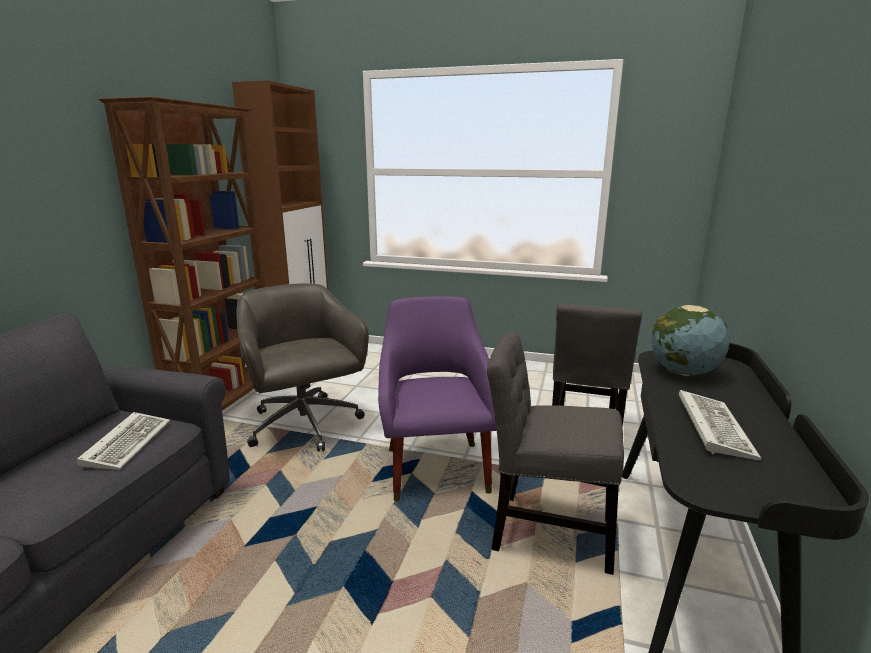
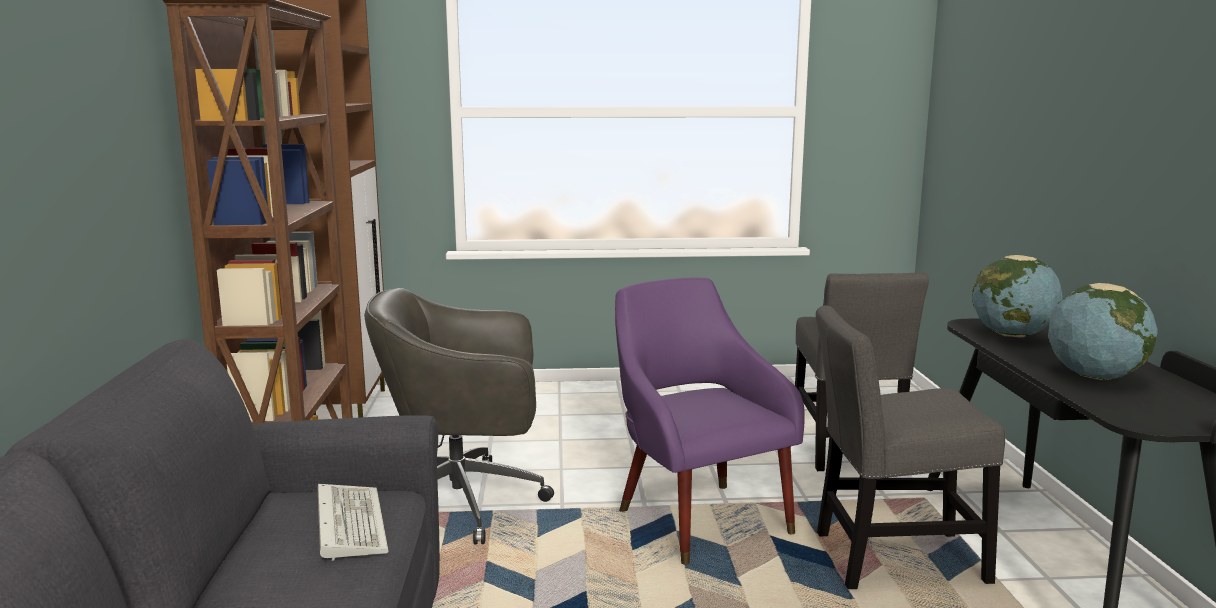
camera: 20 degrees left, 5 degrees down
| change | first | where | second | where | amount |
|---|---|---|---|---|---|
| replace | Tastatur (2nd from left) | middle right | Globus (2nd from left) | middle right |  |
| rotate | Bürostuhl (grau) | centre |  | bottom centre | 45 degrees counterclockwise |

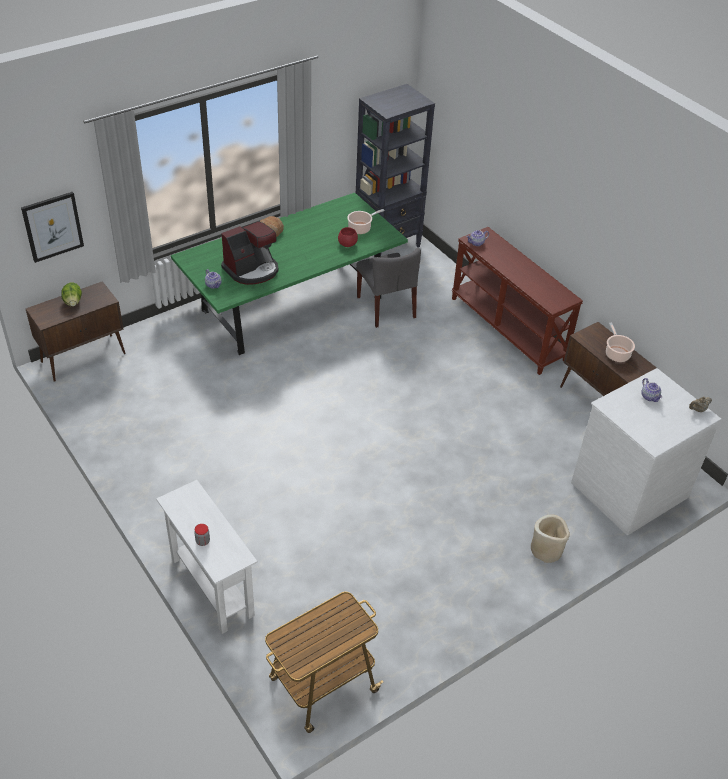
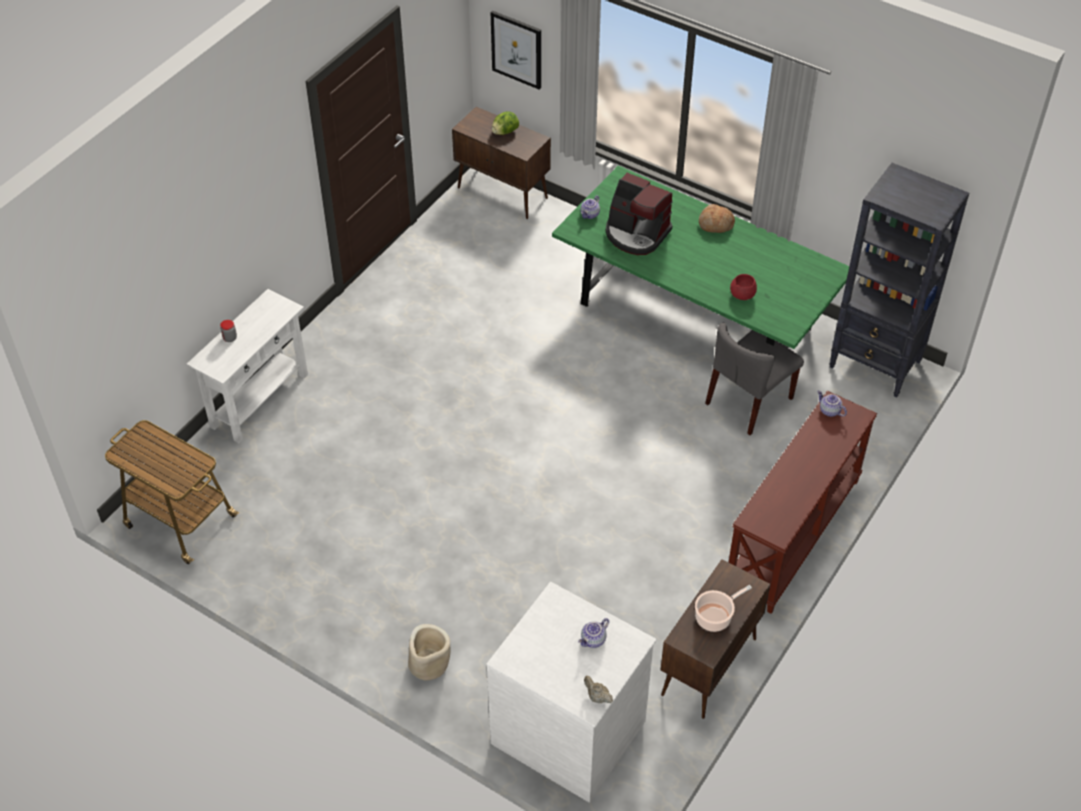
camera: 70 degrees right, 5 degrees up
| change | first | where | second | where | amount |
|---|---|---|---|---|---|
| delete | Kochtopf (1st from left) | top centre |  |  |  |

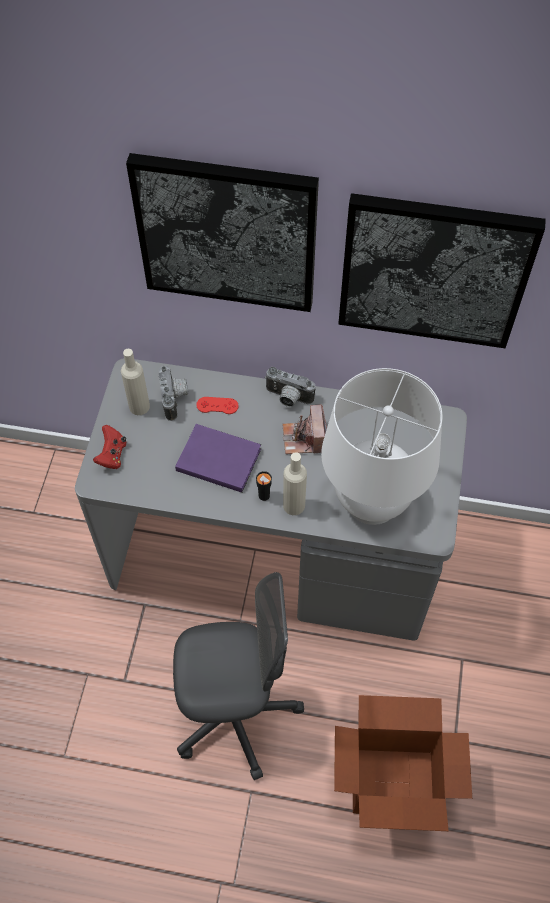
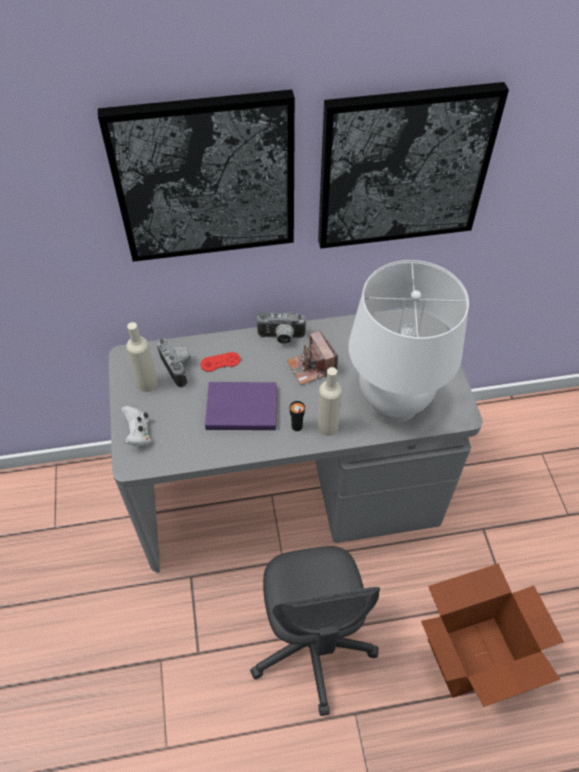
camera: 20 degrees left, 5 degrees down
| change | first | where | second | where | amount |
|---|---|---|---|---|---|
| recolor | Gamepad (rot) (1st from left) | middle left | Gamepad (weiß) | middle left |  |
| rotate | Bürostuhl (grau) | bottom centre |  | bottom centre | 105 degrees clockwise |

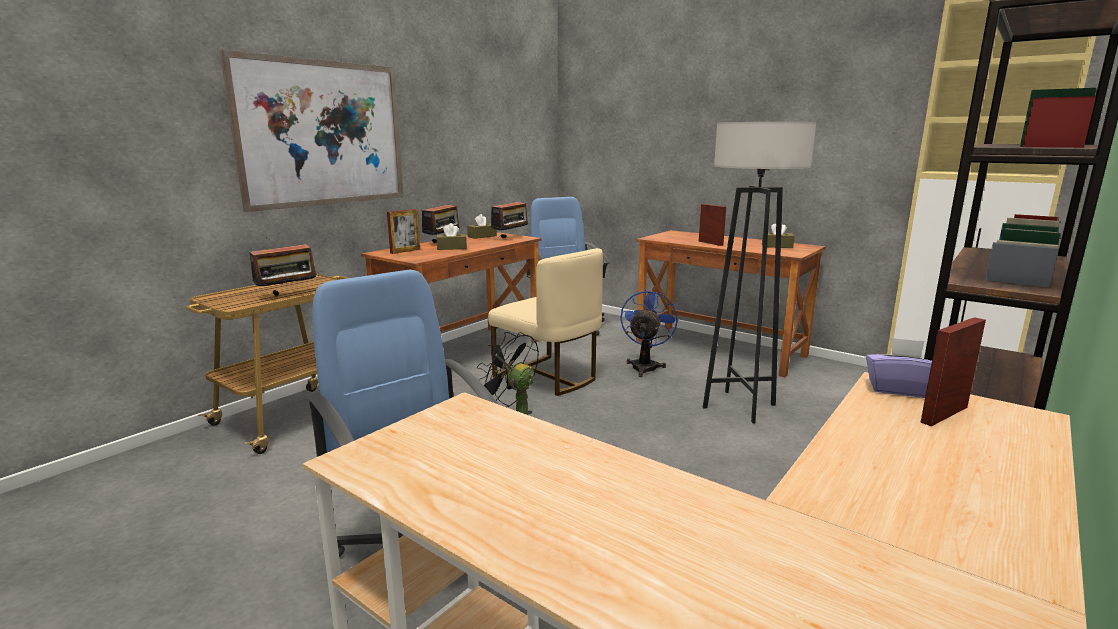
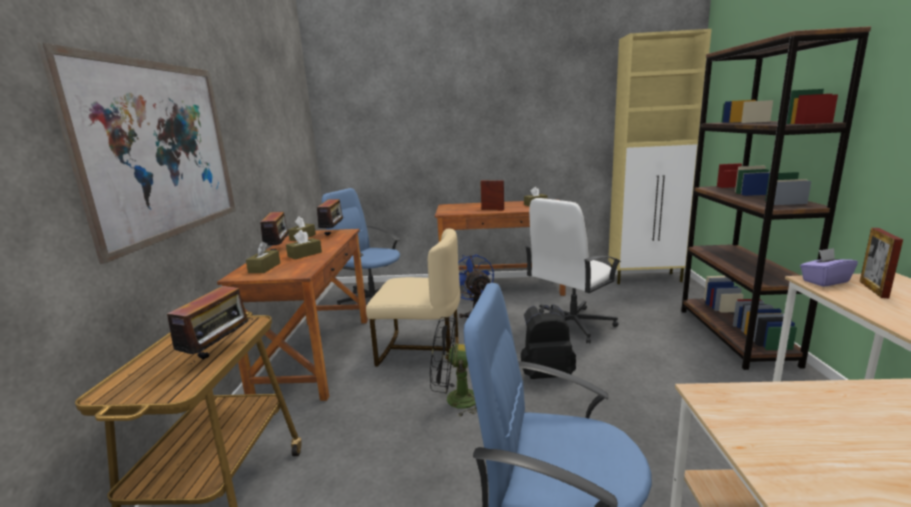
camera: 35 degrees left, 0 degrees up
| change | first | where | second | where | amount |
|---|---|---|---|---|---|
| insert |  |  | Rucksack (schwarz) | bottom centre |  |
| replace | Bilderrahmen (1st from left) | centre | Taschentuchbox (braun) (1st from left) | middle left |  |
| replace | Stehlampe (grau) | middle right | Bürostuhl (weiß) | centre |  |

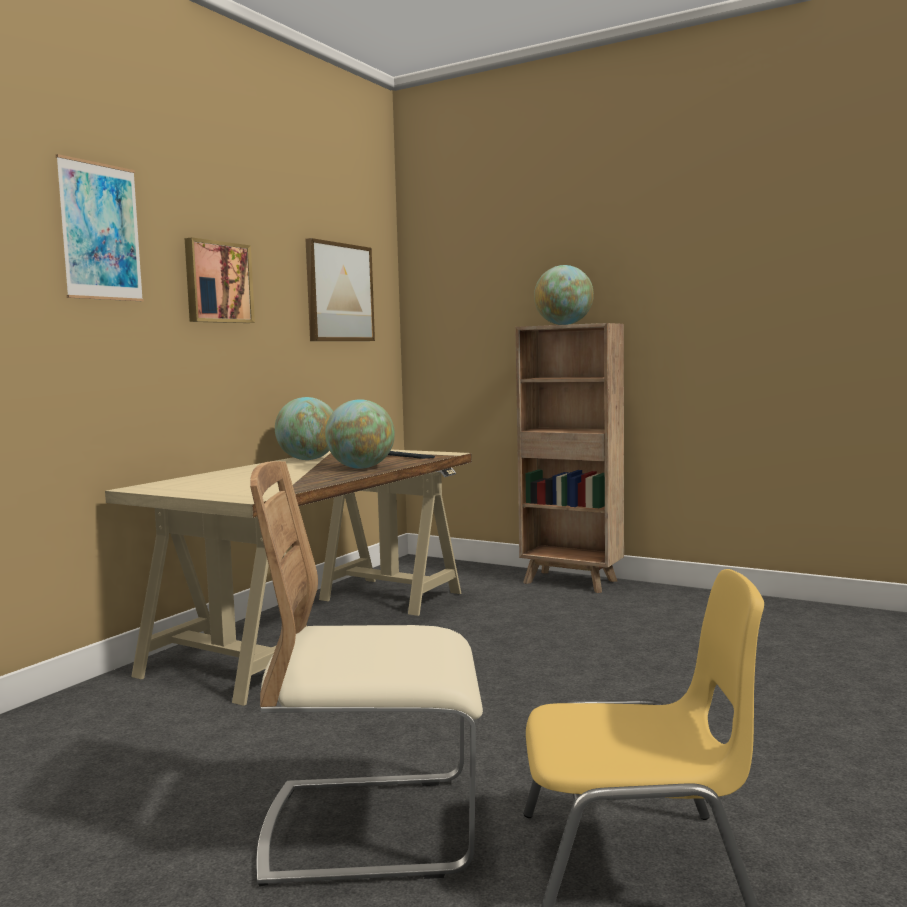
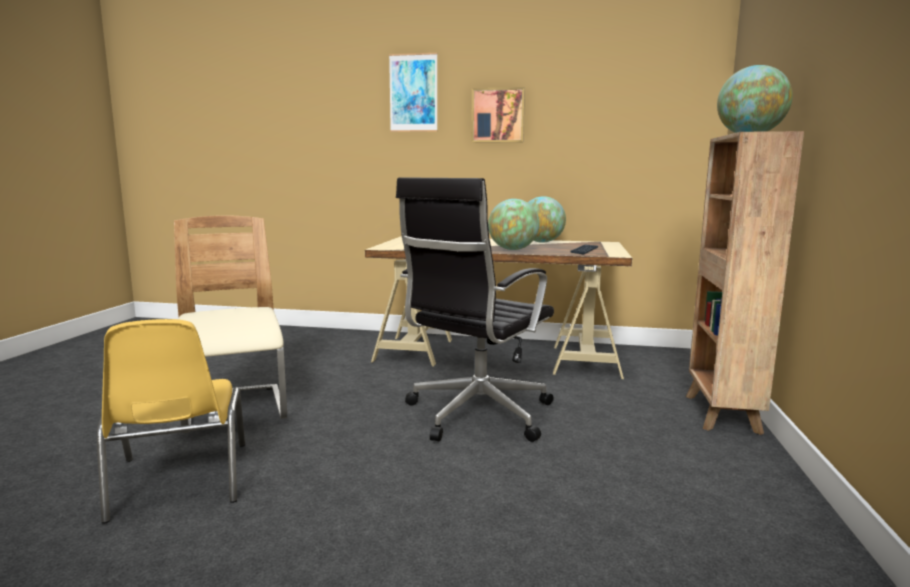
camera: 70 degrees right, 5 degrees up
| change | first | where | second | where | amount |
|---|---|---|---|---|---|
| delete | Bild (3rd from left) | top centre |  |  |  |
| insert |  |  | Bürostuhl (schwarz) | centre |  |

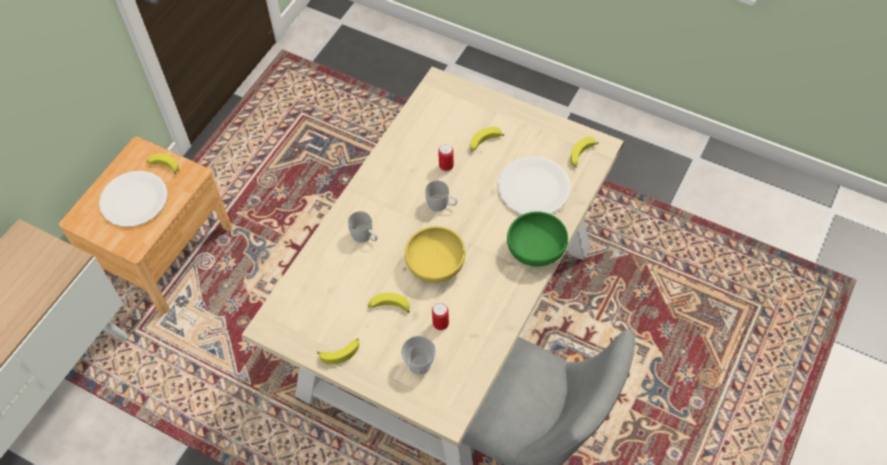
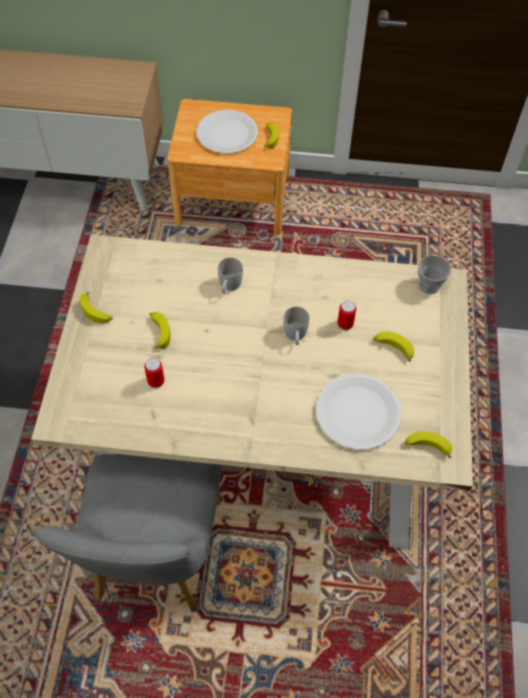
camera: 65 degrees right, 0 degrees up
| change | first | where | second | where | amount |
|---|---|---|---|---|---|
| delete | Schüssel (gelb) | centre |  |  |  |
| delete | Schüssel (grün) | centre |  |  |  |
| move | Tasse | bottom centre |  | middle right |  |

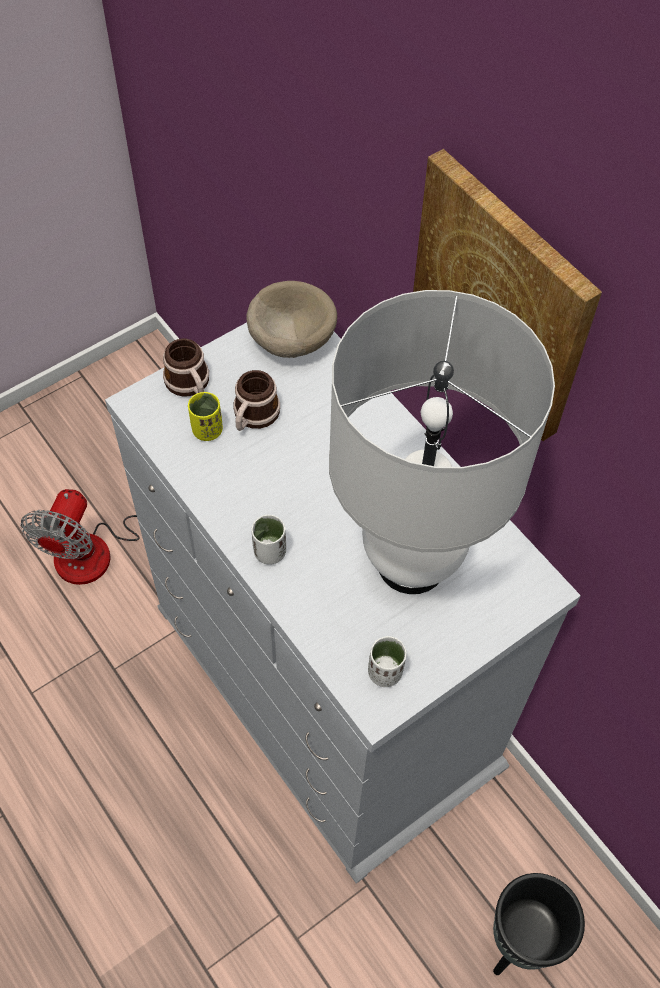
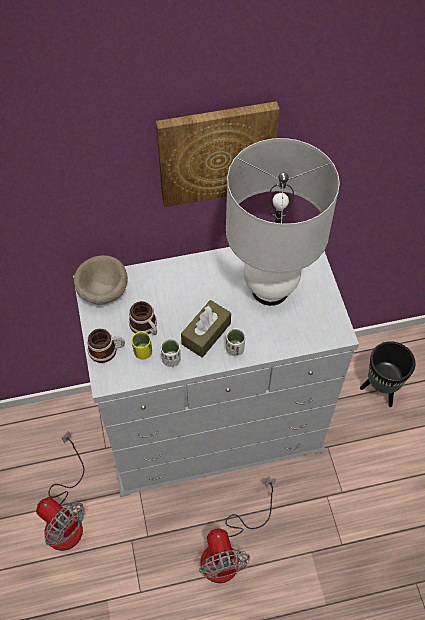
camera: 65 degrees left, 0 degrees up
| change | first | where | second | where | amount |
|---|---|---|---|---|---|
| insert |  |  | Taschentuchbox (braun) | centre |  |
| insert |  |  | Ventilator (2nd from left) | bottom centre |  |
| move | Tasse (weiß) (2nd from left in the first image) | bottom centre | Tasse (weiß) (1st from left) | centre |  |

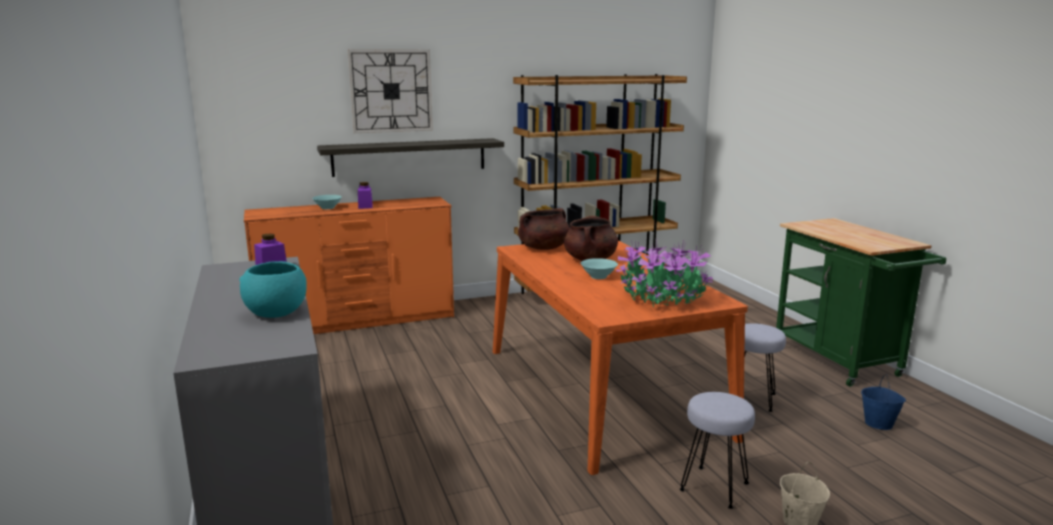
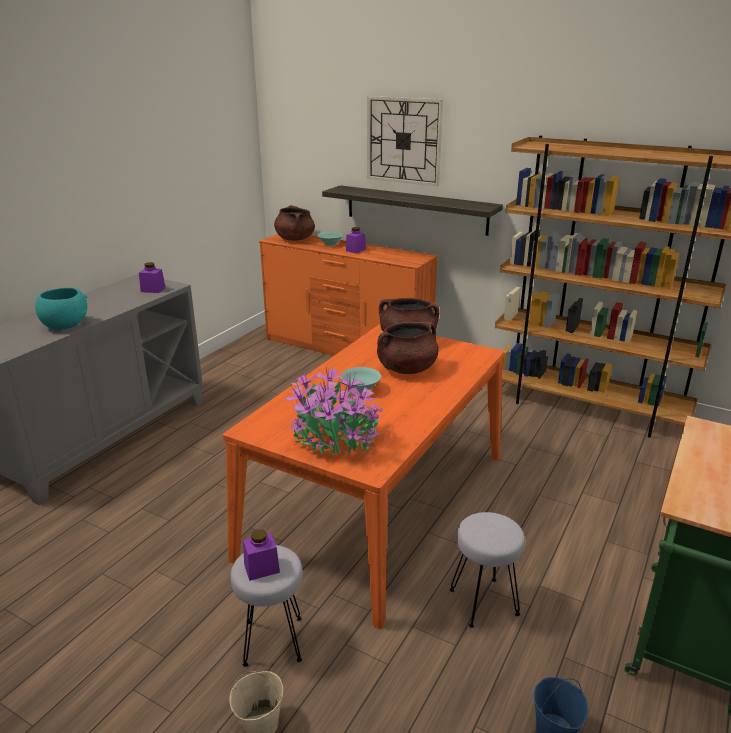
camera: 50 degrees right, 10 degrees up
| change | first | where | second | where | amount |
|---|---|---|---|---|---|
| insert |  |  | Vorratsglas (lila) (2nd from left) | bottom centre |  |
| insert |  |  | Kochtopf (braun) (1st from left) | top centre |  |

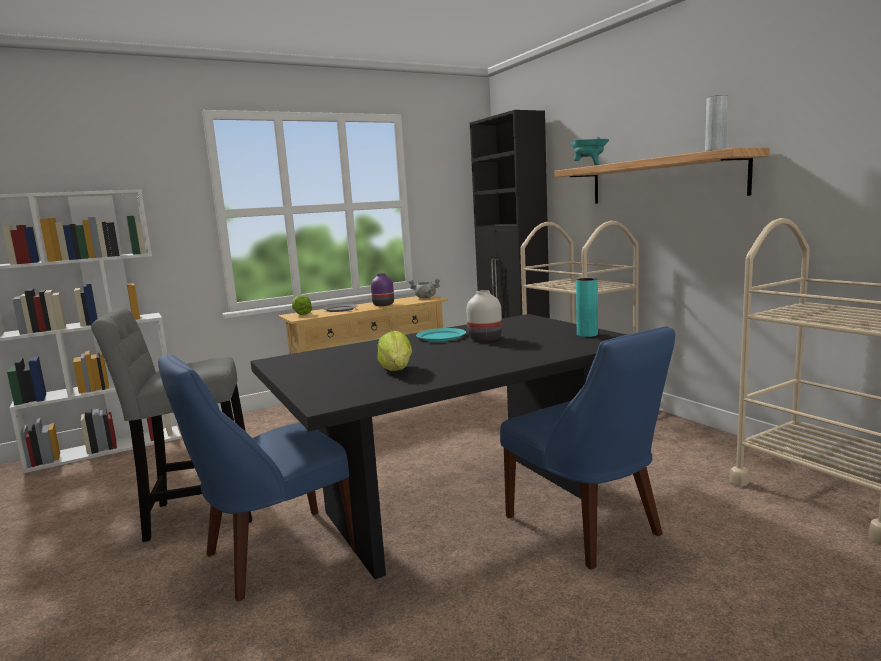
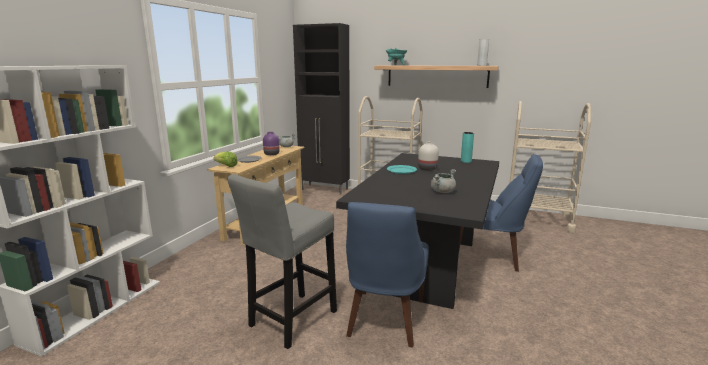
camera: 40 degrees left, 5 degrees up
| change | first | where | second | where | amount |
|---|---|---|---|---|---|
| replace | Salatkopf (2nd from left) | centre | Kochtopf (grau) (2nd from left) | centre |  |

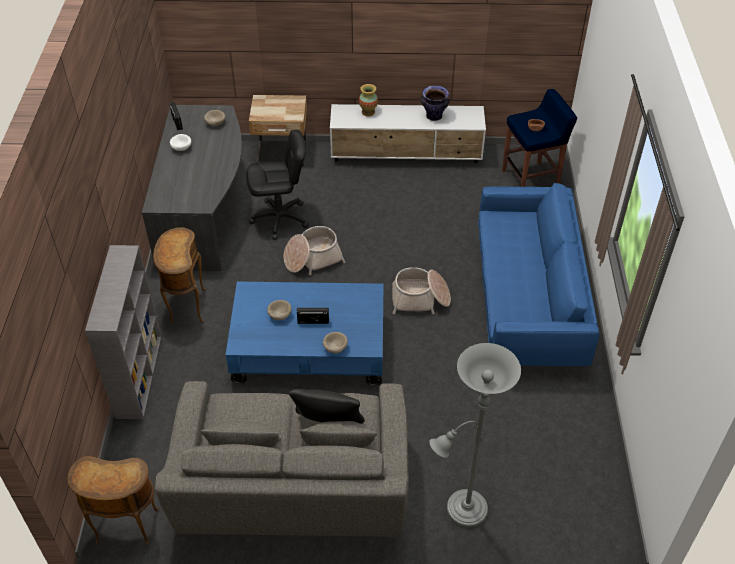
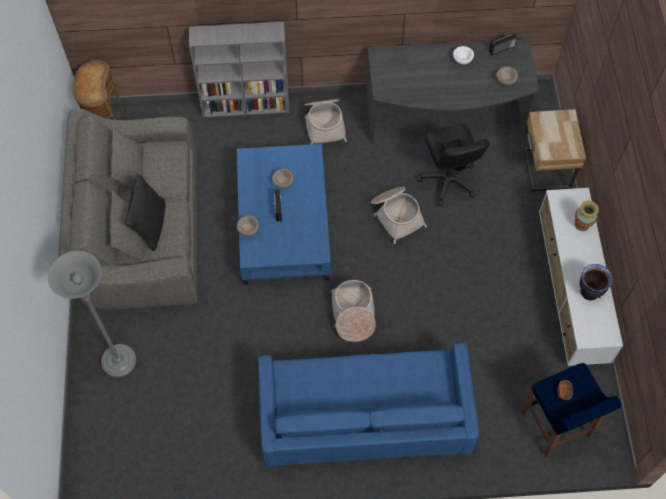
camera: 85 degrees right, 15 degrees up
| change | first | where | second | where | amount |
|---|---|---|---|---|---|
| replace | Beistelltisch (braun) (2nd from left) | middle left | Korb (1st from left) | top centre |  |

